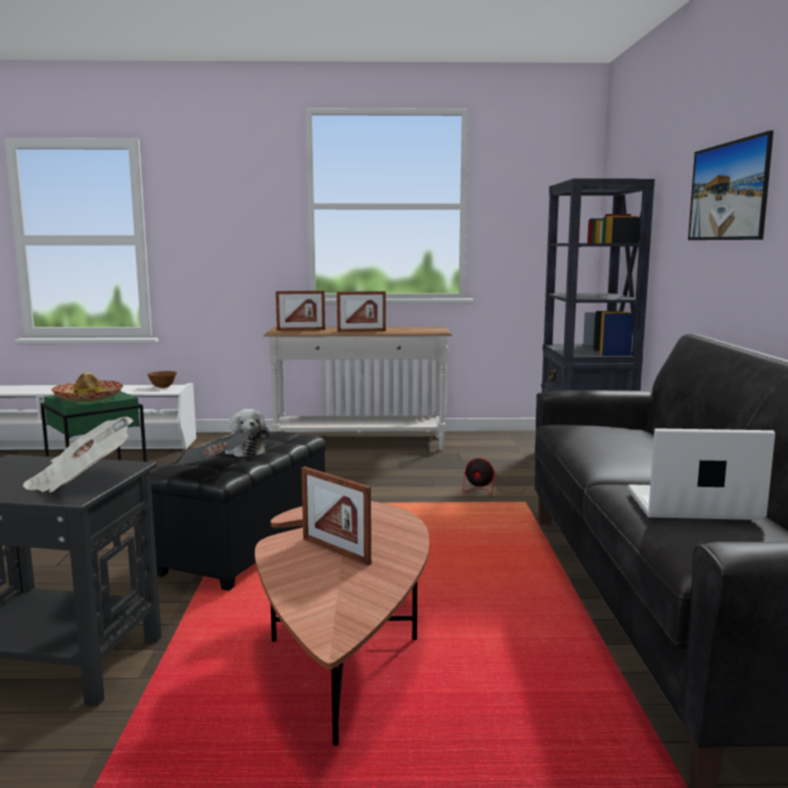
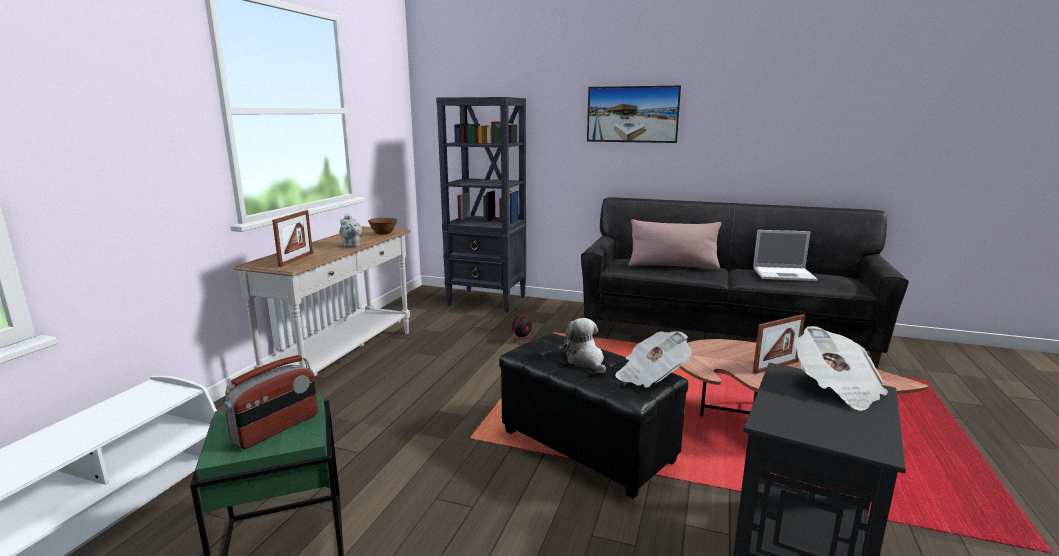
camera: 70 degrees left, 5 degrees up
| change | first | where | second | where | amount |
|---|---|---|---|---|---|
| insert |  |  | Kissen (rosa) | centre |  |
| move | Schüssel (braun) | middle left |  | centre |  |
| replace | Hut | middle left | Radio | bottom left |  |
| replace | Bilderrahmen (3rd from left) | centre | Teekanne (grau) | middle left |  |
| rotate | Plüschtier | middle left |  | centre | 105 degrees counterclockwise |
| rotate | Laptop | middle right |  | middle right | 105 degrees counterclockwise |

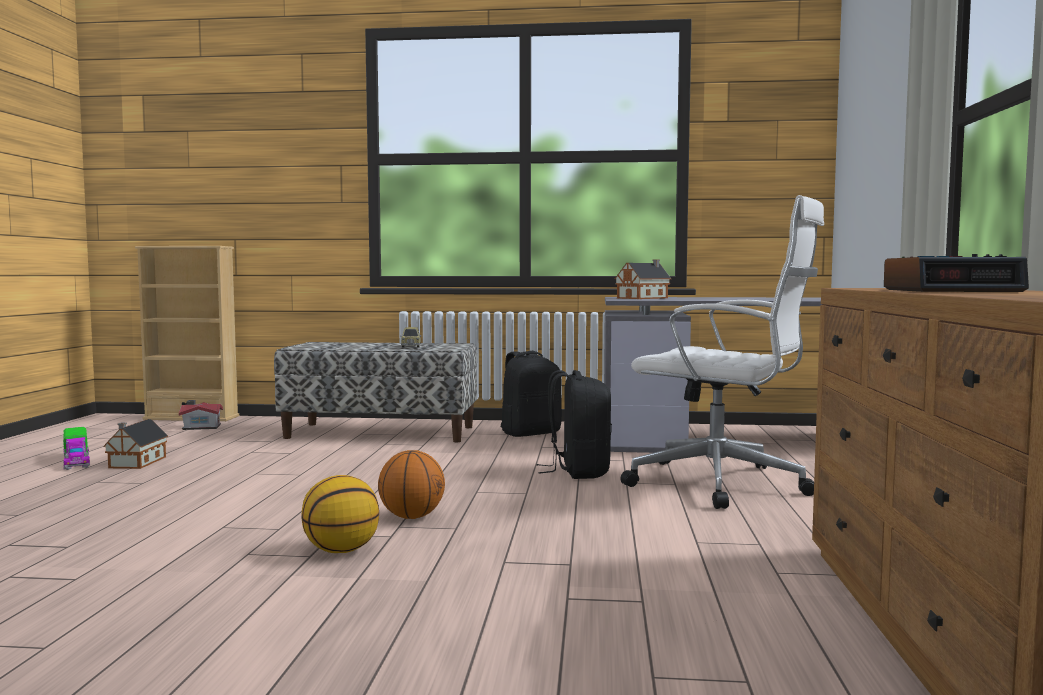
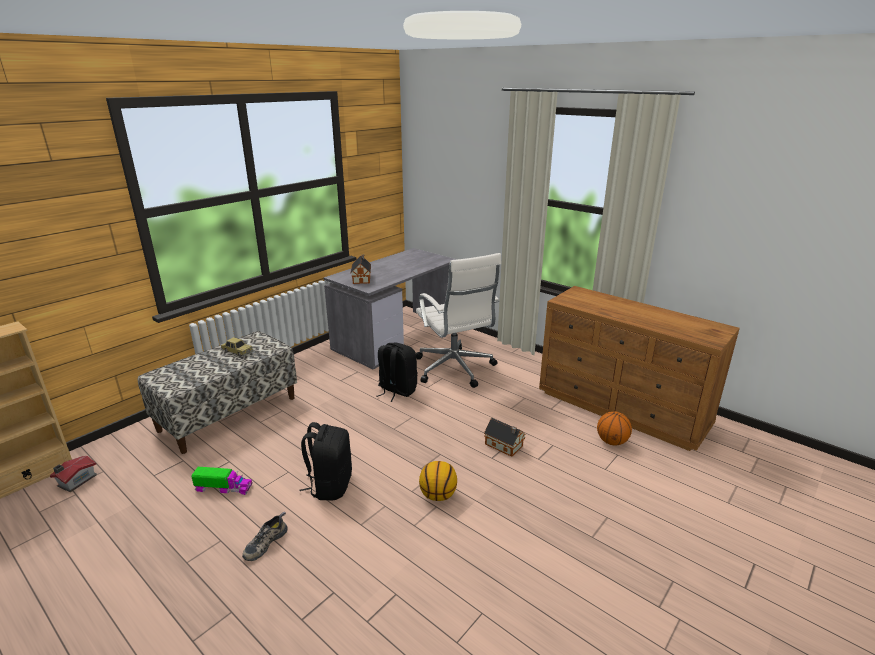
camera: 55 degrees left, 20 degrees up
| change | first | where | second | where | amount |
|---|---|---|---|---|---|
| delete | Wecker | middle right |  |  |  |
| insert |  |  | Schuh | bottom left |  |
| move | Spielzeuglaster | middle left |  | bottom left |  |
| move | Spielzeughaus (1st from left in the first image) | middle left | Spielzeughaus (3rd from left) | bottom centre |  |
| move | Basketball (2nd from left) | bottom centre |  | middle right |  |
| move | Rucksack (schwarz) (1st from left) | centre |  | bottom centre |  |
| rotate | Bürostuhl (weiß) | middle right |  | centre | 90 degrees clockwise |

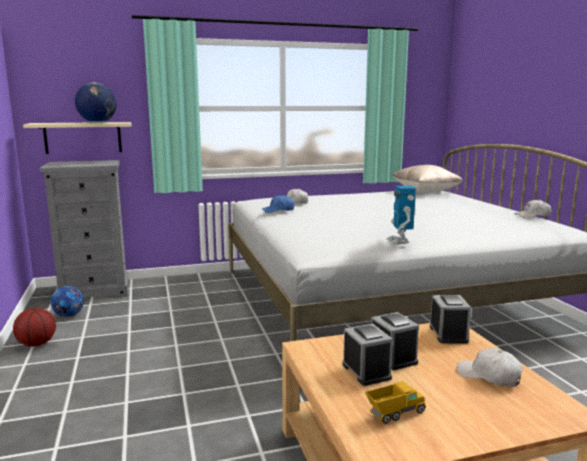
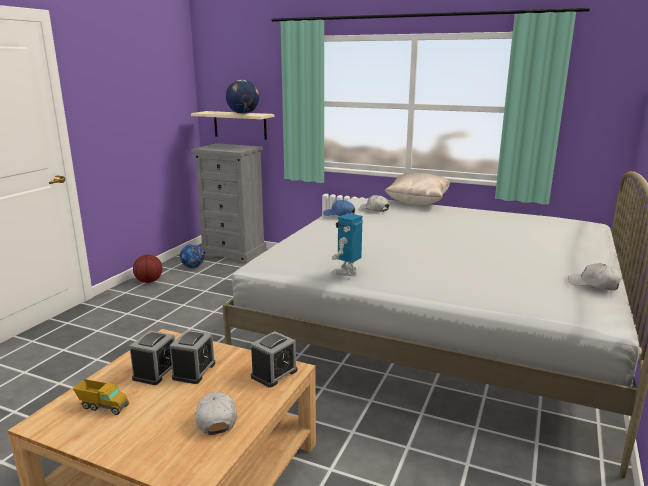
camera: 40 degrees right, 5 degrees up
| change | first | where | second | where | amount |
|---|---|---|---|---|---|
| move | Kissen (beige) | middle right |  | centre |  |

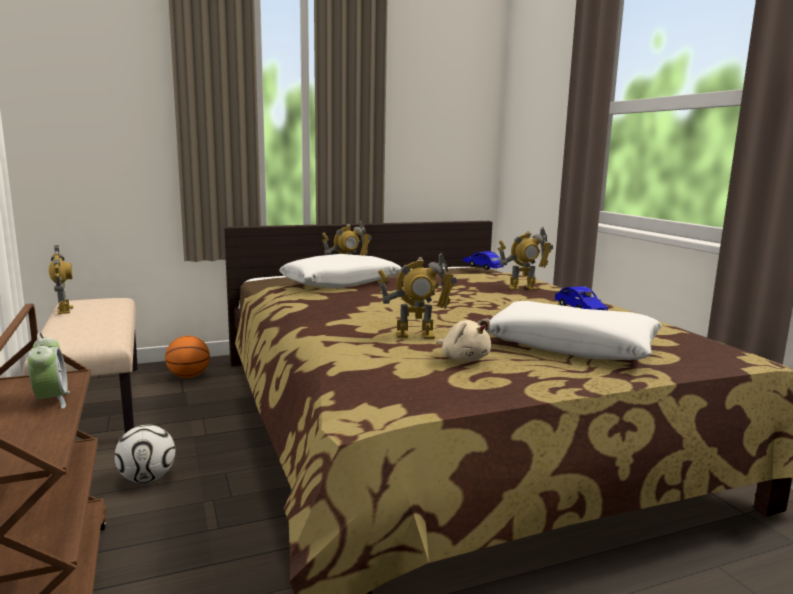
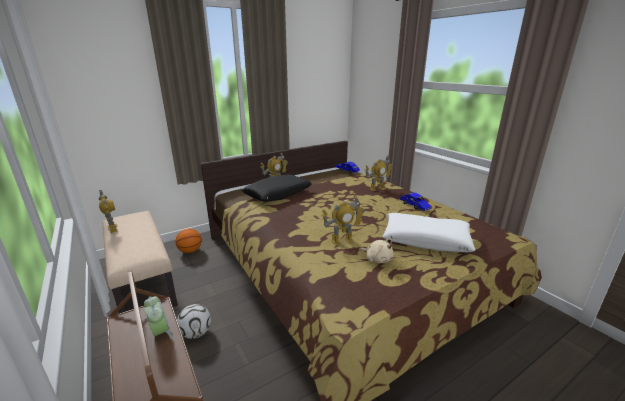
camera: 10 degrees left, 10 degrees up
| change | first | where | second | where | amount |
|---|---|---|---|---|---|
| recolor | Kissen (weiß) (1st from left) | centre | Kissen (schwarz) | centre |  |

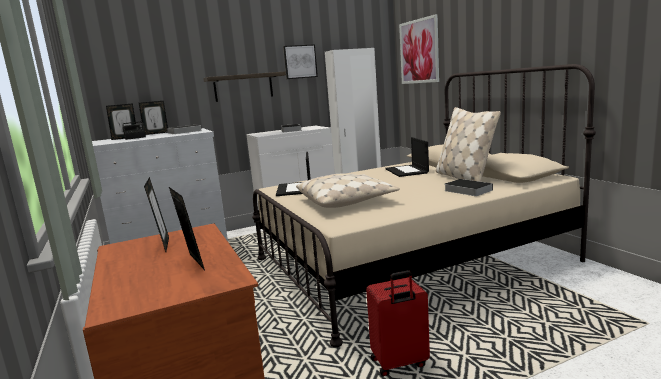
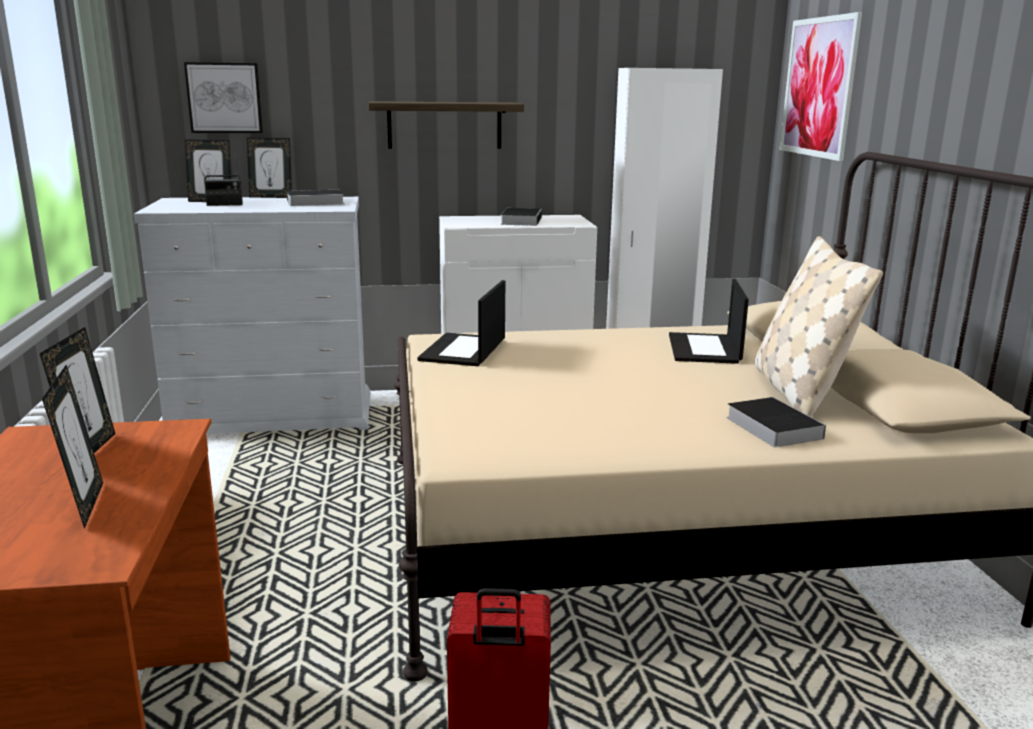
camera: 15 degrees right, 5 degrees up
| change | first | where | second | where | amount |
|---|---|---|---|---|---|
| delete | Kissen (beige) (1st from left) | centre |  |  |  |
| move | Bild (1st from left) | top centre |  | top left |  |

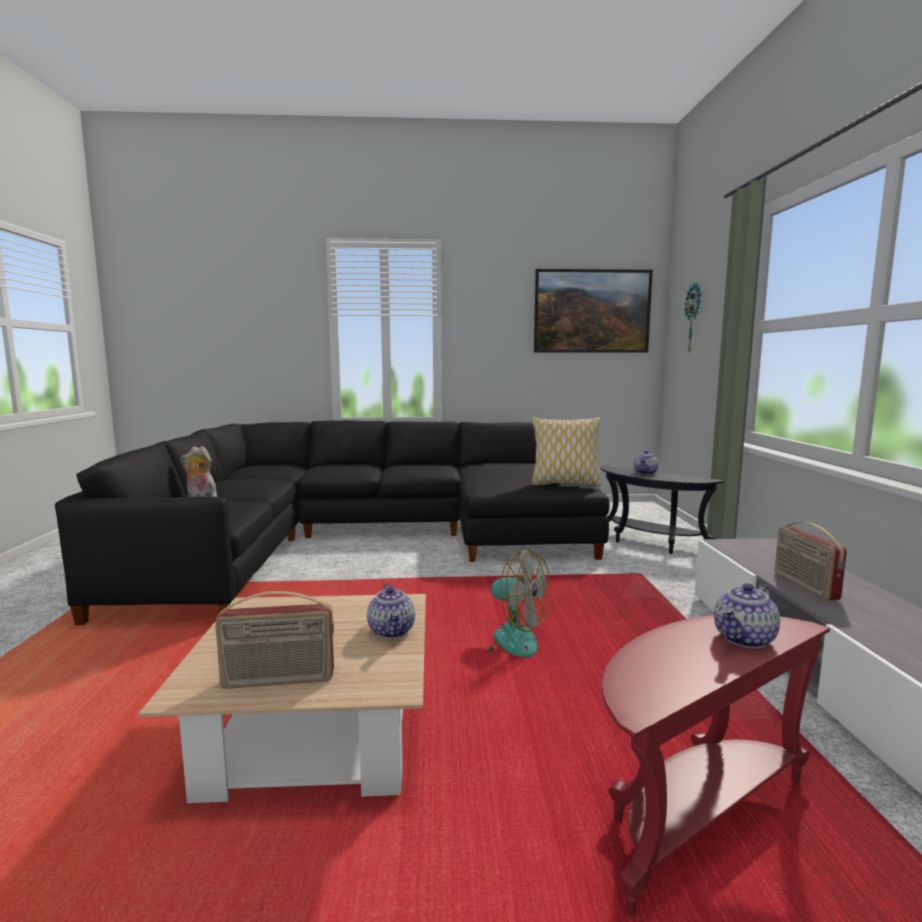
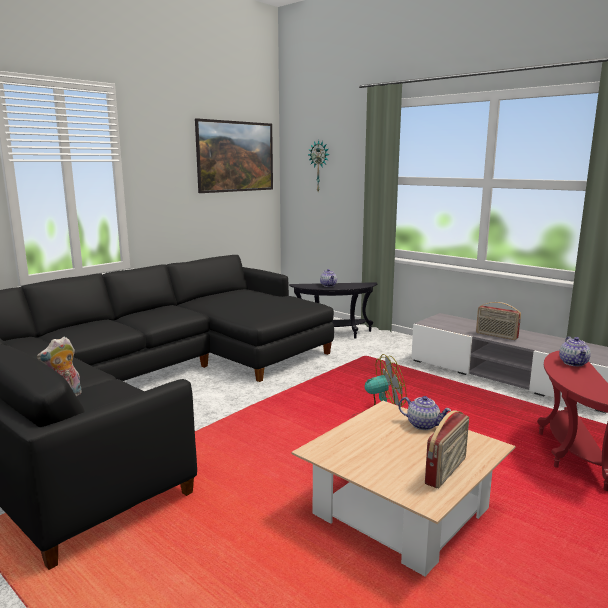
camera: 45 degrees left, 5 degrees up
| change | first | where | second | where | amount |
|---|---|---|---|---|---|
| delete | Kissen | centre |  |  |  |

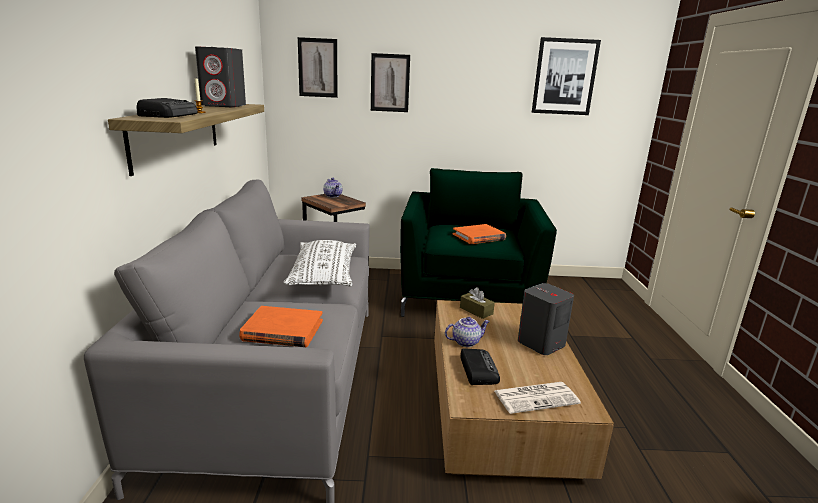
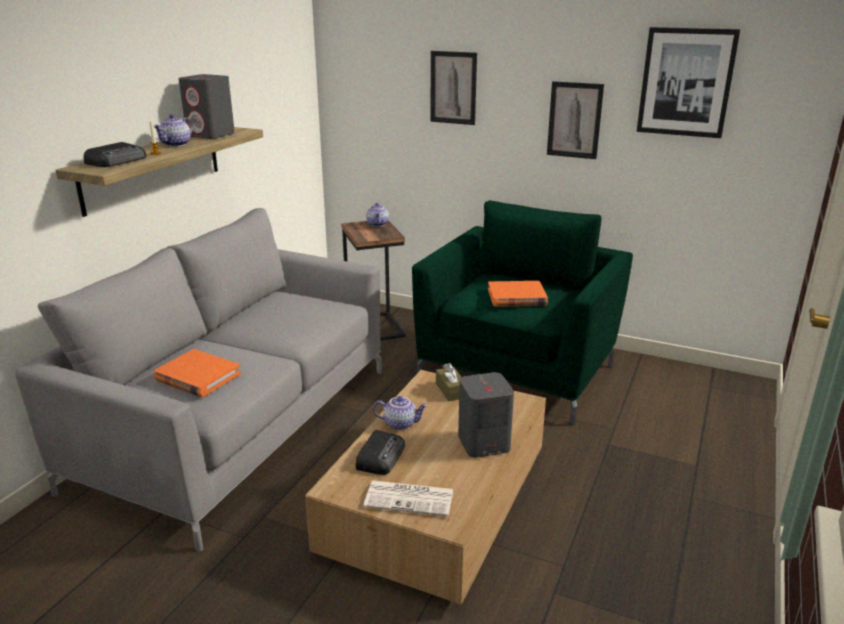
camera: 25 degrees right, 5 degrees up
| change | first | where | second | where | amount |
|---|---|---|---|---|---|
| delete | Kissen (weiß) | centre |  |  |  |
| insert |  |  | Teekanne (1st from left) | top left |  |
| move | Bild (1st from left in the first image) | top centre | Bild (2nd from left) | top right |  |

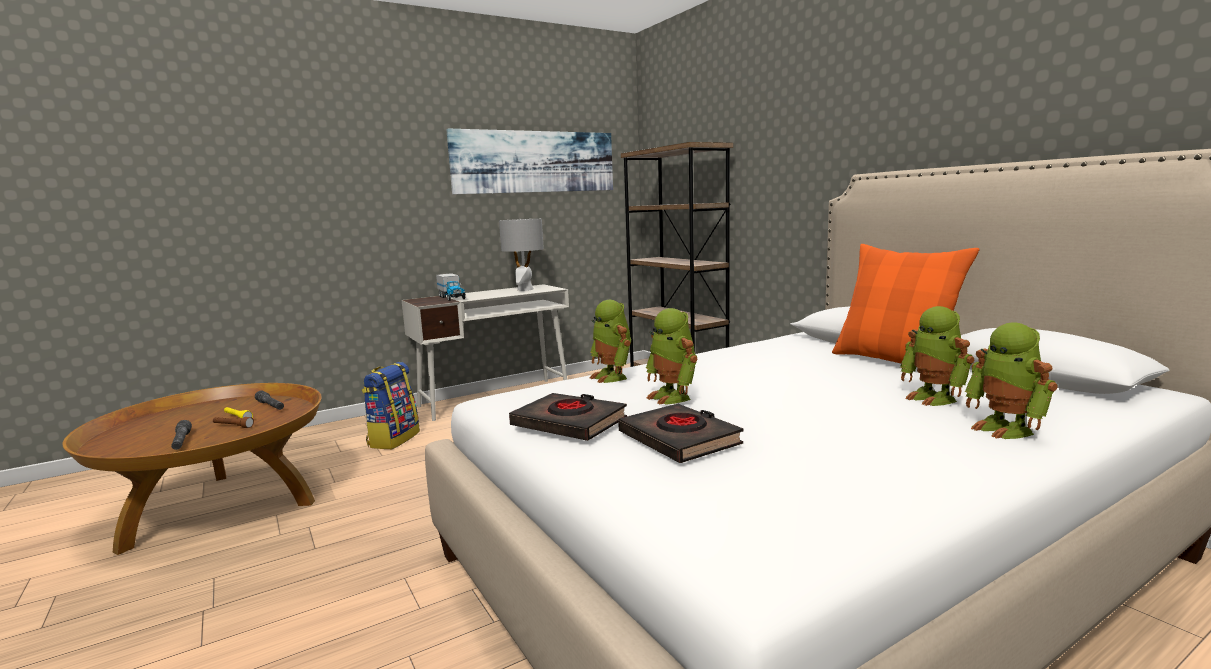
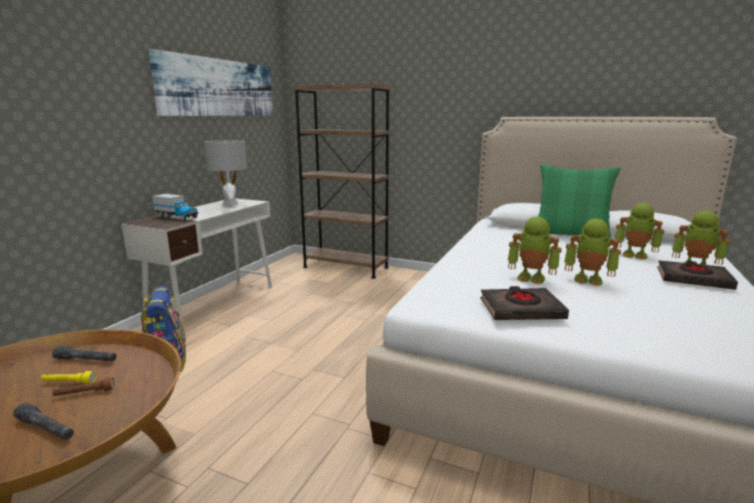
camera: 35 degrees left, 5 degrees up
| change | first | where | second | where | amount |
|---|---|---|---|---|---|
| move | Spielzeugroboter (1st from left in the first image) | centre | Spielzeugroboter (2nd from left) | middle right |  |
| move | Buch (schwarz) (2nd from left) | centre |  | middle right |  |
| recolor | Kissen (orange) | middle right | Kissen (grün) | middle right |  |

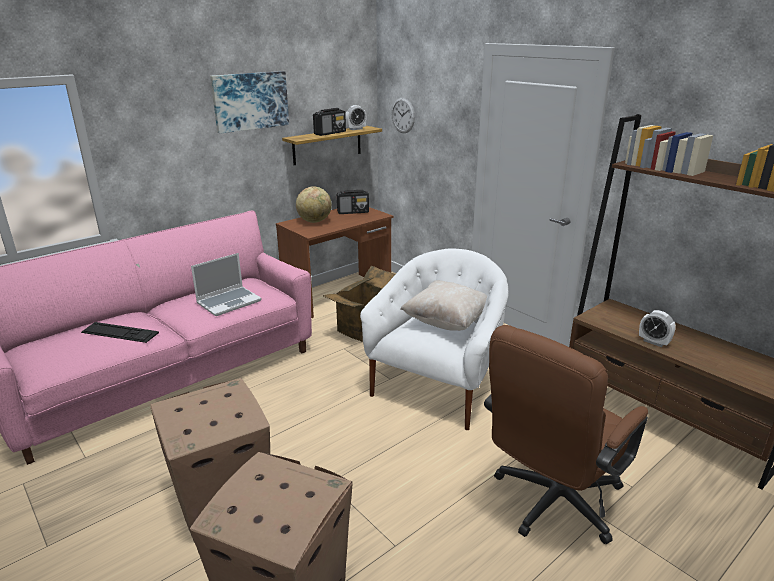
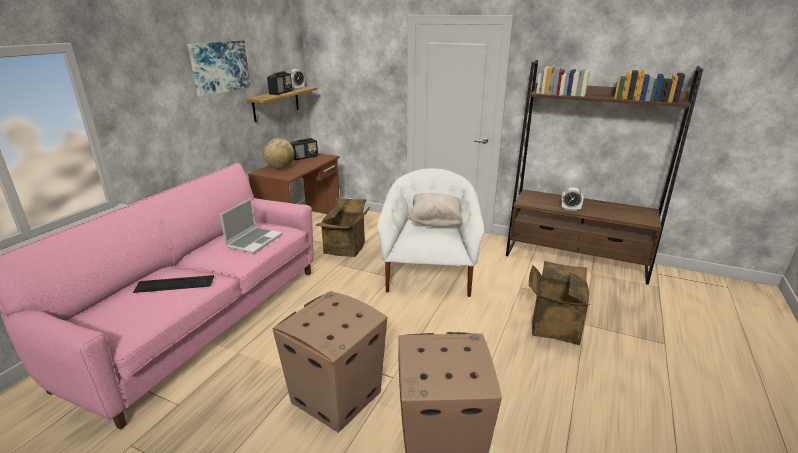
camera: 25 degrees left, 0 degrees up
| change | first | where | second | where | amount |
|---|---|---|---|---|---|
| delete | Wanduhr | top centre |  |  |  |
| replace | Bürostuhl (braun) | bottom right | Karton (4th from left) | bottom right |  |

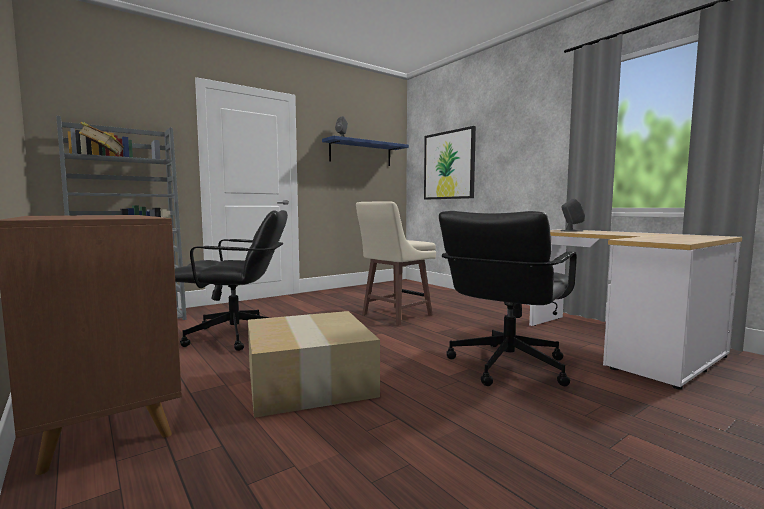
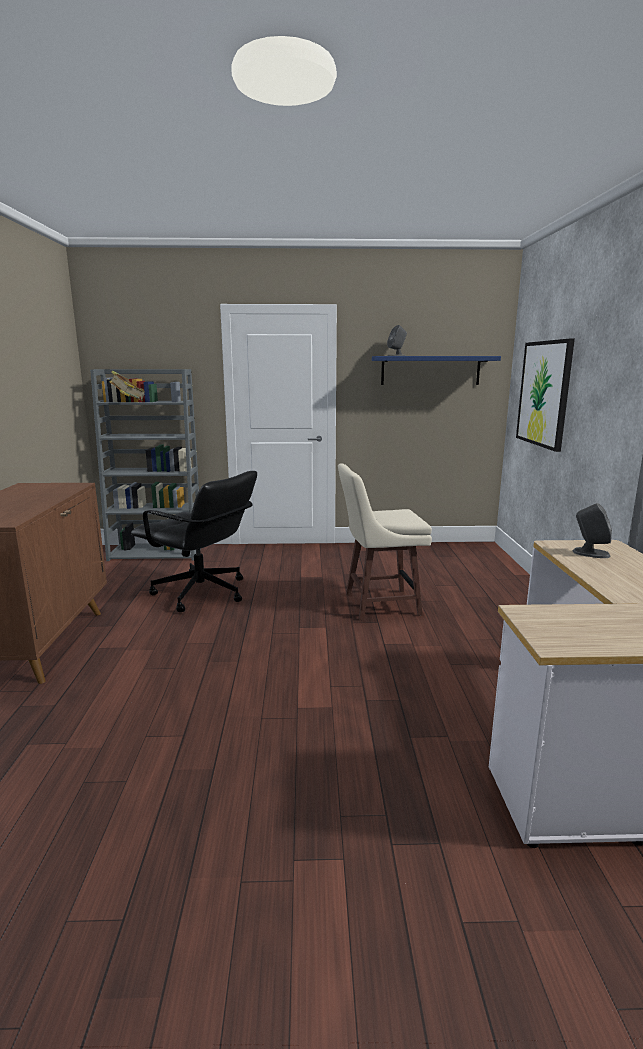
camera: 35 degrees right, 10 degrees up
| change | first | where | second | where | amount |
|---|---|---|---|---|---|
| delete | Karton | bottom centre |  |  |  |
| delete | Bürostuhl (schwarz) (2nd from left) | centre |  |  |  |

